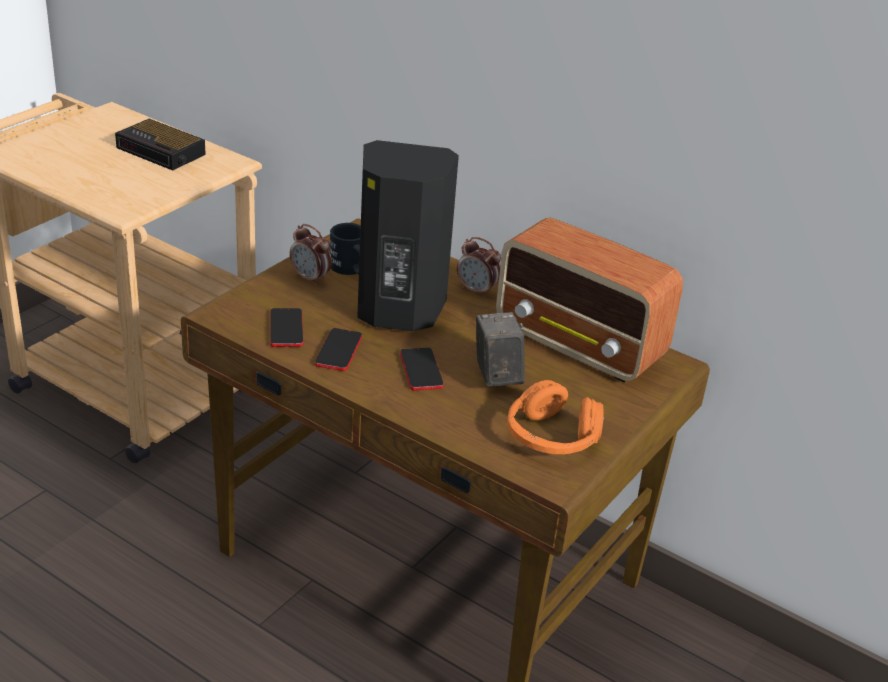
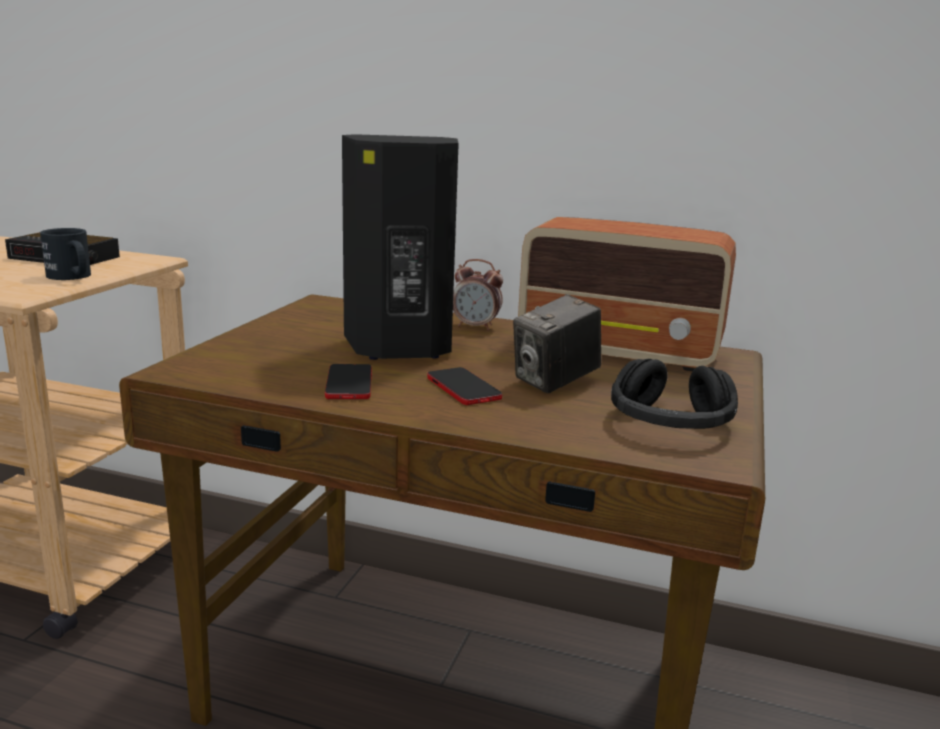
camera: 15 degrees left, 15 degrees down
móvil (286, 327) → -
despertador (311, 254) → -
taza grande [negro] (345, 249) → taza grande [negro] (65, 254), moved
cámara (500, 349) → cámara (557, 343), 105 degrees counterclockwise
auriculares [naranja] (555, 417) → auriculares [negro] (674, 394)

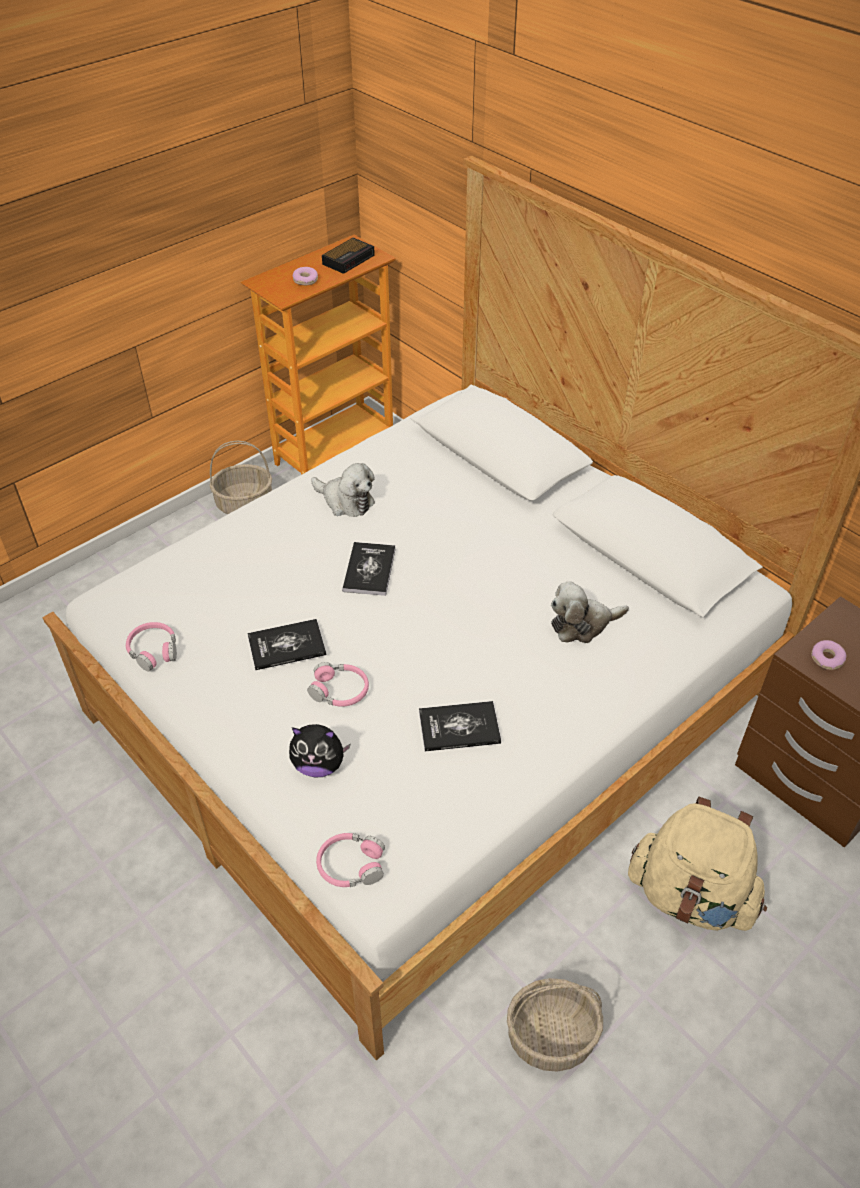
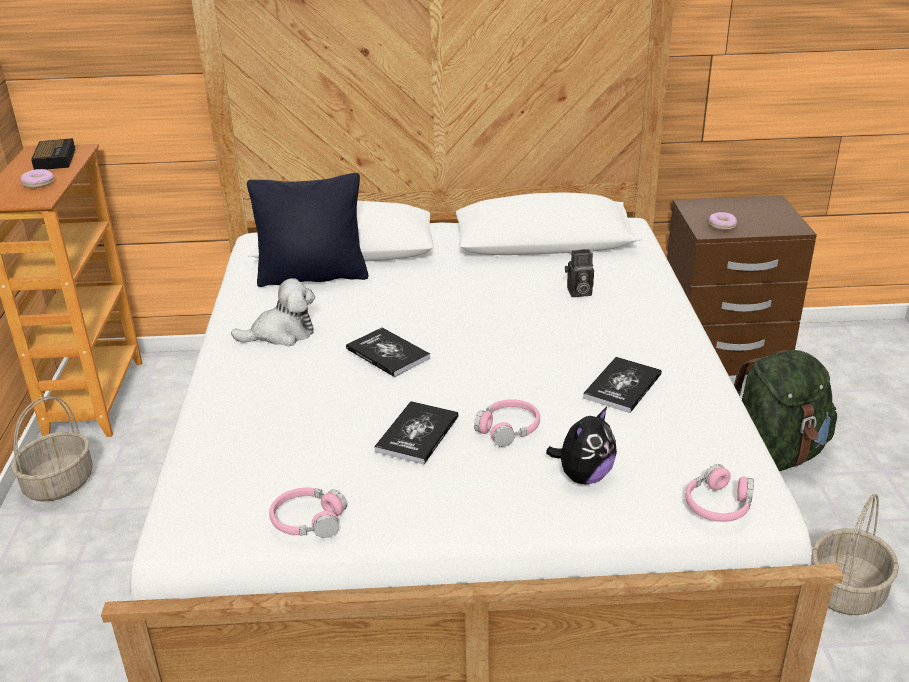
camera: 50 degrees left, 15 degrees down
peluche (590, 612) → cámara (579, 273)
mochila [beis] (697, 864) → mochila [verde] (785, 410)
- → cojín [negro] (307, 230)

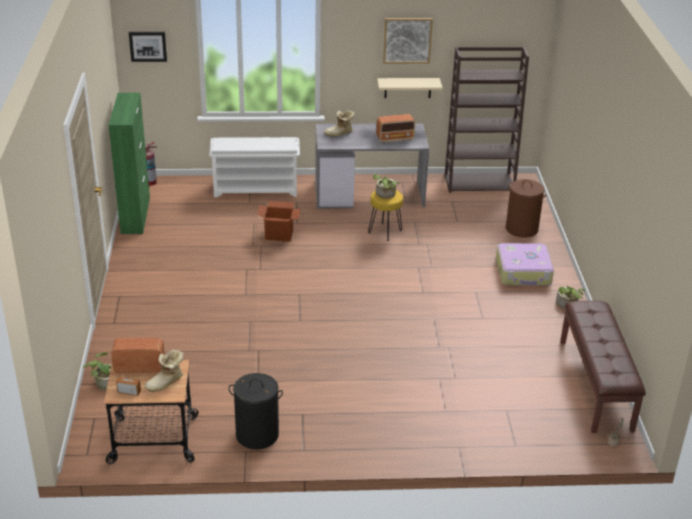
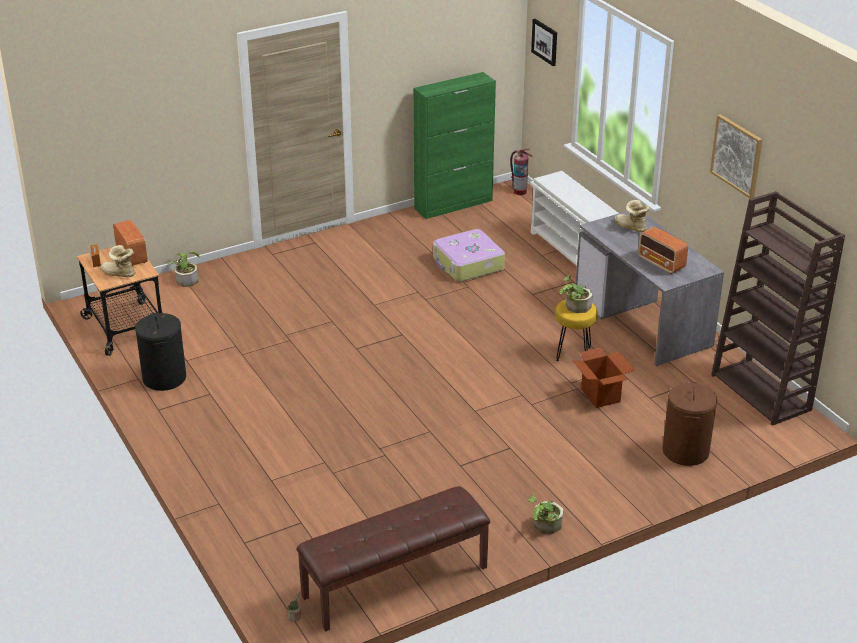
camera: 65 degrees right, 0 degrees up
caja de cartón (279, 221) → caja de cartón (603, 377), moved
estante [beis] (410, 88) → -
maleta (525, 264) → maleta (469, 255), moved

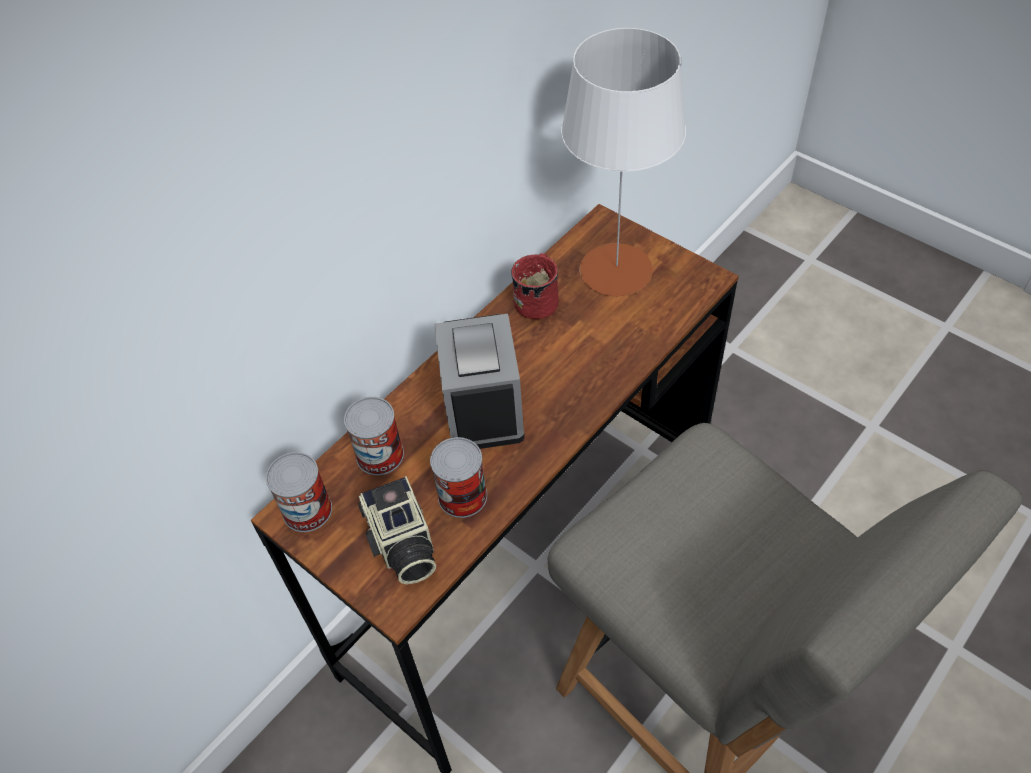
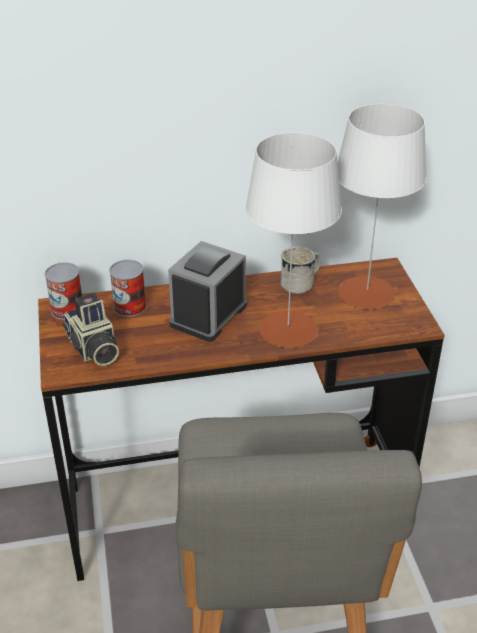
camera: 35 degrees right, 15 degrees down
cámara (397, 530) → cámara (90, 329), 45 degrees counterclockwise
lata (458, 477) → -
taza grande [rojo] (535, 286) → taza grande [blanco] (300, 270)
- → lámpara de mesa [blanco] (293, 240)

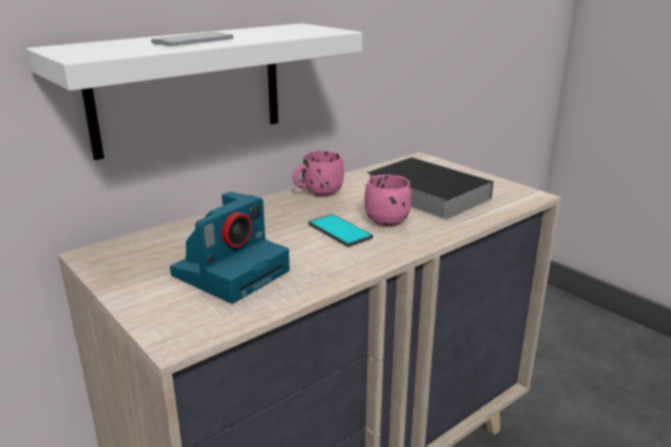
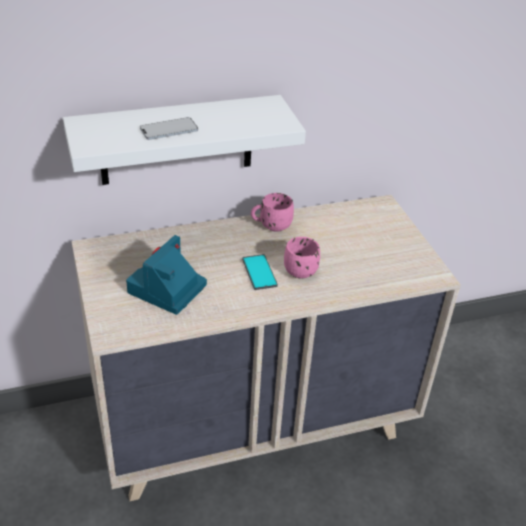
camera: 20 degrees right, 15 degrees up
cámara (230, 247) → cámara (166, 275), 150 degrees clockwise
libro (430, 188) → -

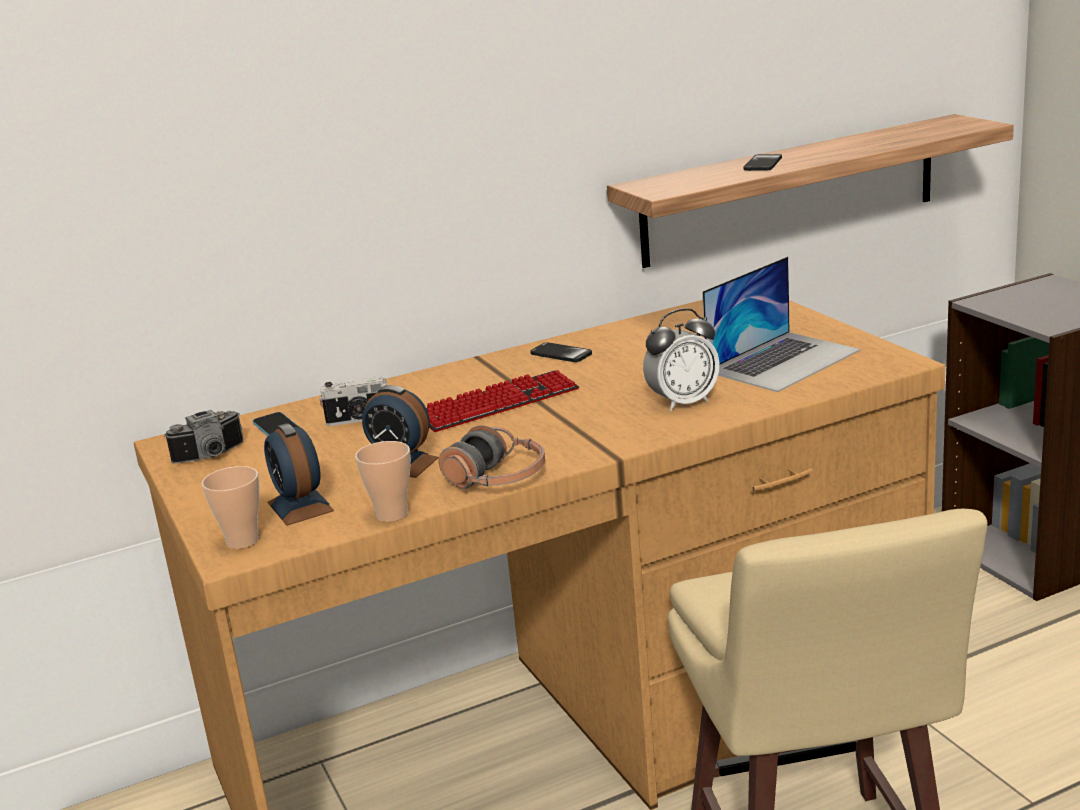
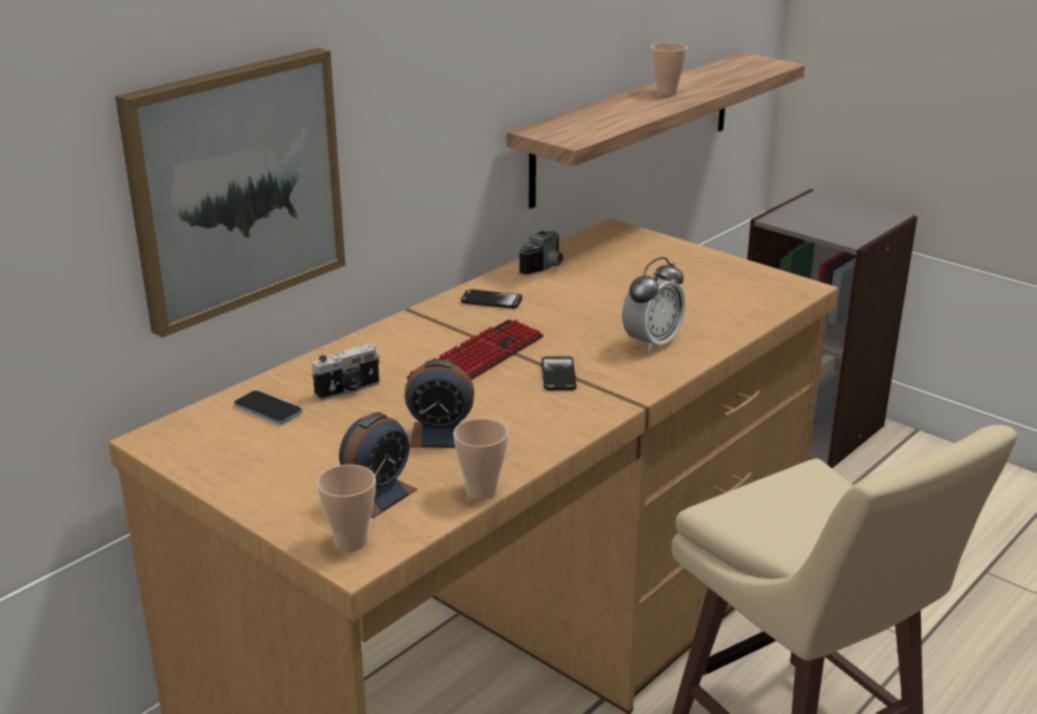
camera: 25 degrees left, 5 degrees up
cámara (204, 436) → cámara (541, 253), moved
despertador (299, 474) → despertador (378, 465), 90 degrees counterclockwise
auriculares (492, 458) → -
portátil (781, 324) → -
móvil (763, 162) → móvil (559, 373), moved
- → cuadro (230, 193)
- → taza (669, 69)

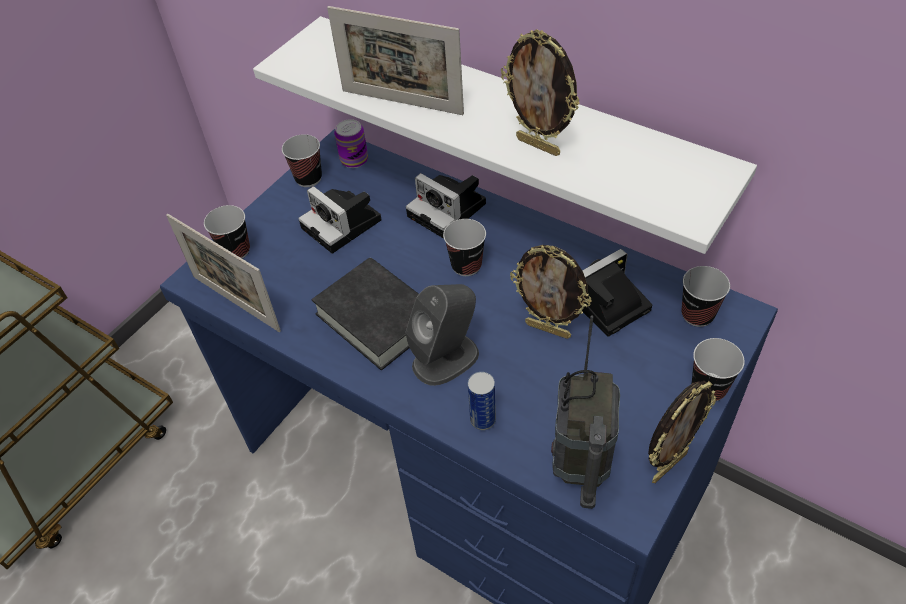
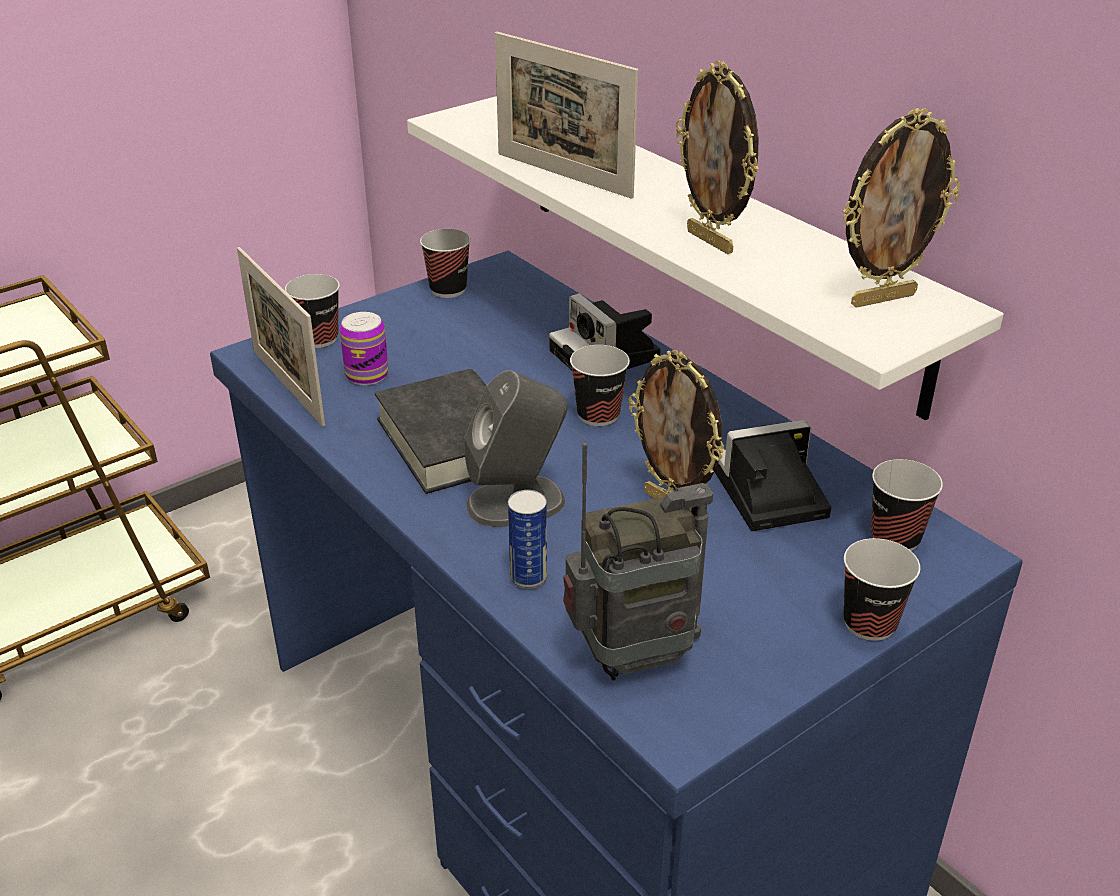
camera: 15 degrees right, 15 degrees down
cámara (339, 220) → -
lata (351, 143) → lata (364, 348), moved
radio (585, 412) → radio (638, 562), 135 degrees counterclockwise
portarretratos (682, 432) → portarretratos (901, 208), moved

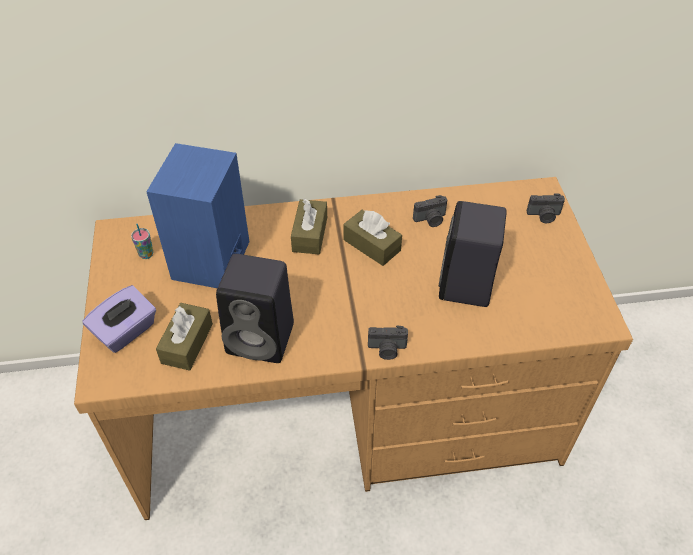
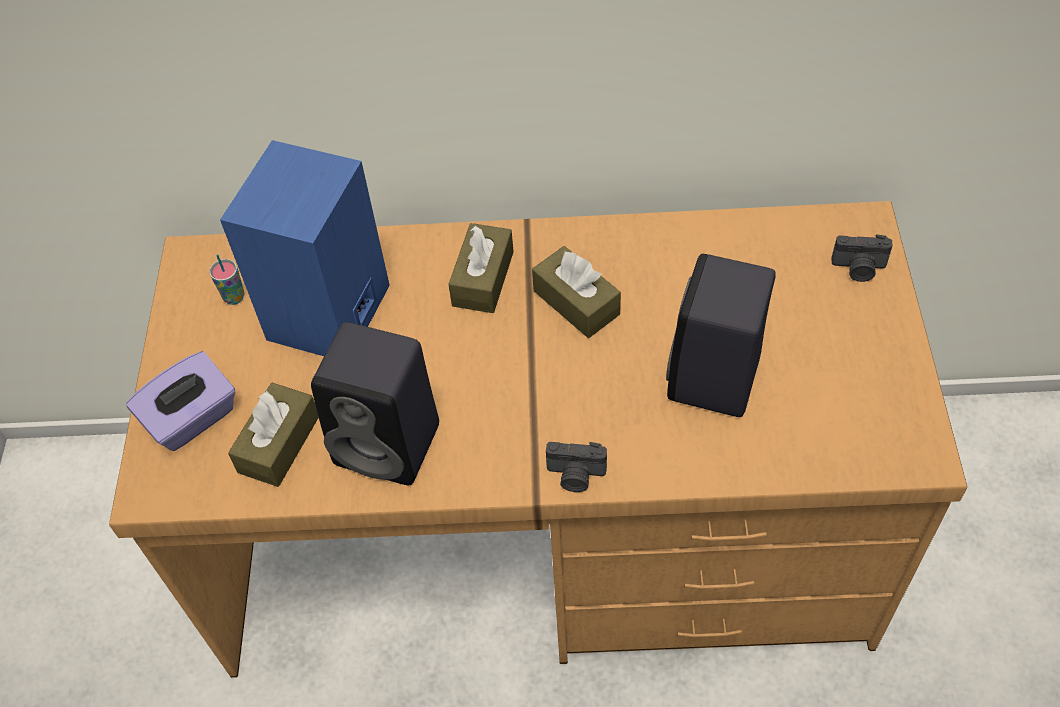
camera: 10 degrees right, 5 degrees up
cámara (430, 211) → -

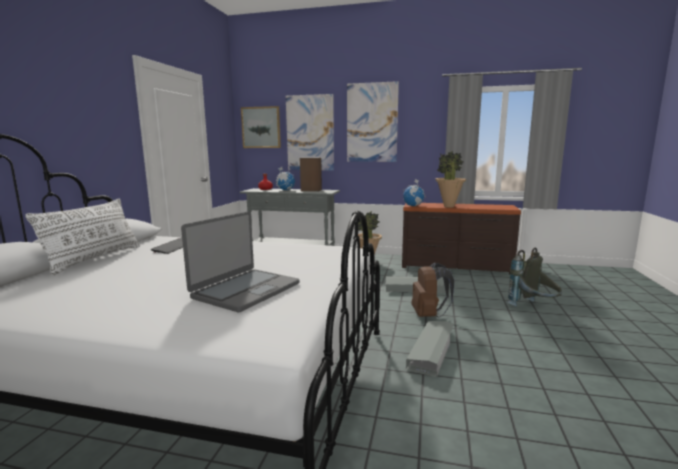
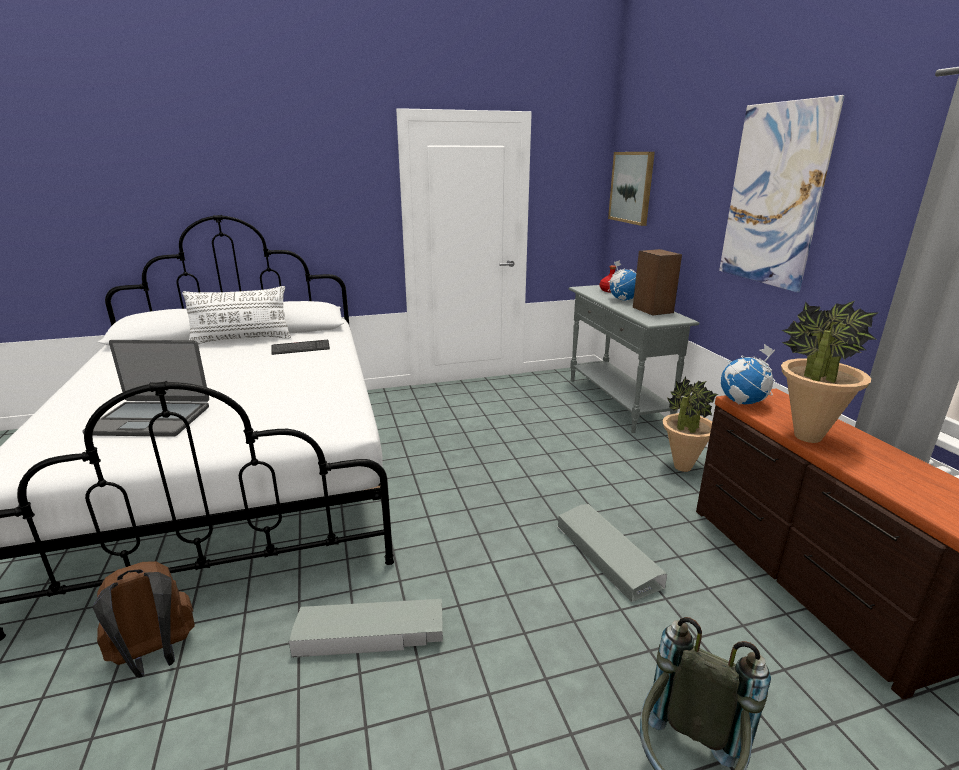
camera: 60 degrees right, 10 degrees up
cuadro (310, 132) → -
mochila [marrón] (432, 290) → mochila [marrón] (144, 619), moved

